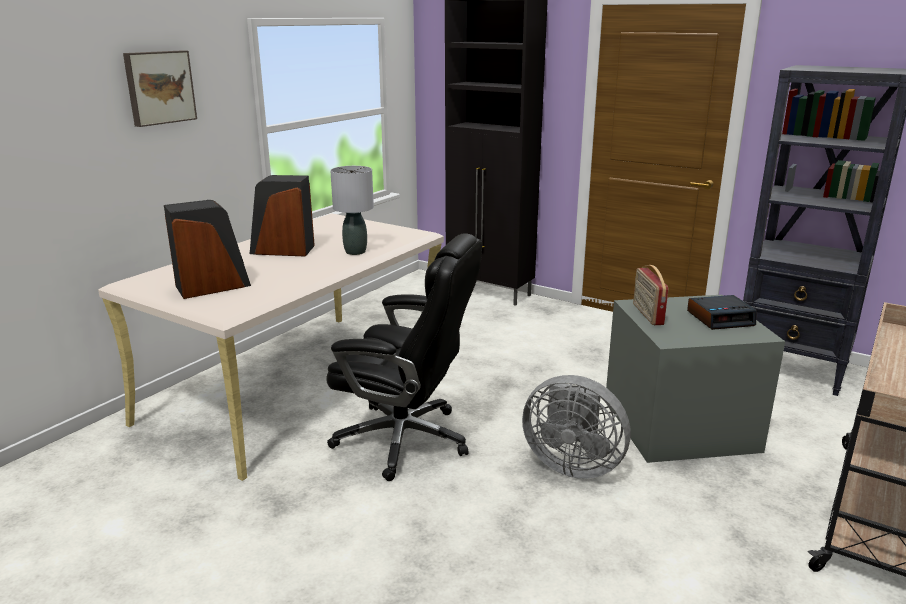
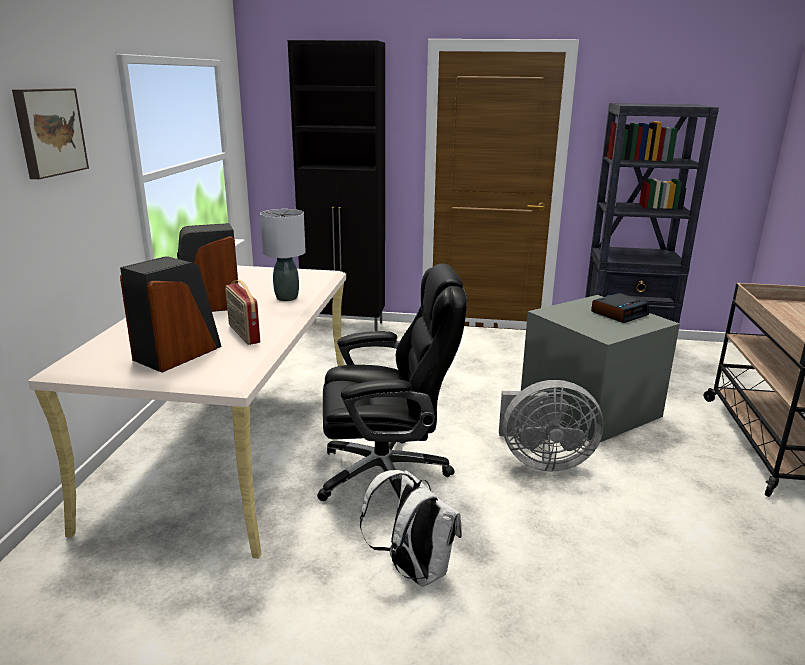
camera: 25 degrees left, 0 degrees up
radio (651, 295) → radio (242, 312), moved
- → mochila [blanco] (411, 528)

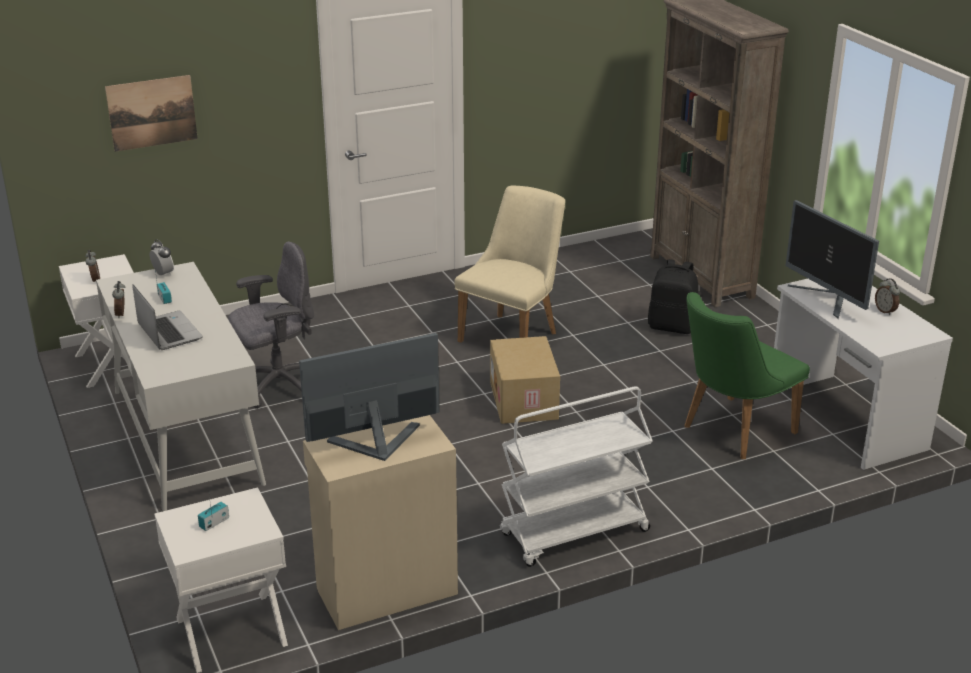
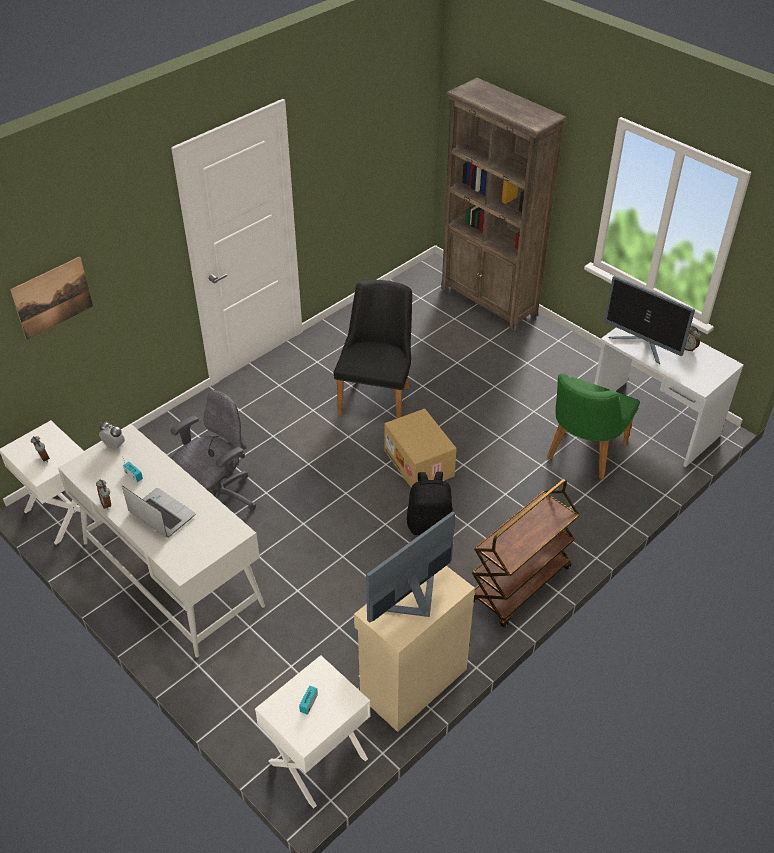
camera: 20 degrees left, 15 degrees up
silla [beis] (509, 264) → silla [negro] (373, 349)
carrito [blanco] (576, 476) → carrito [marrón] (525, 553)
mochila [negro] (673, 296) → mochila [negro] (430, 503), moved

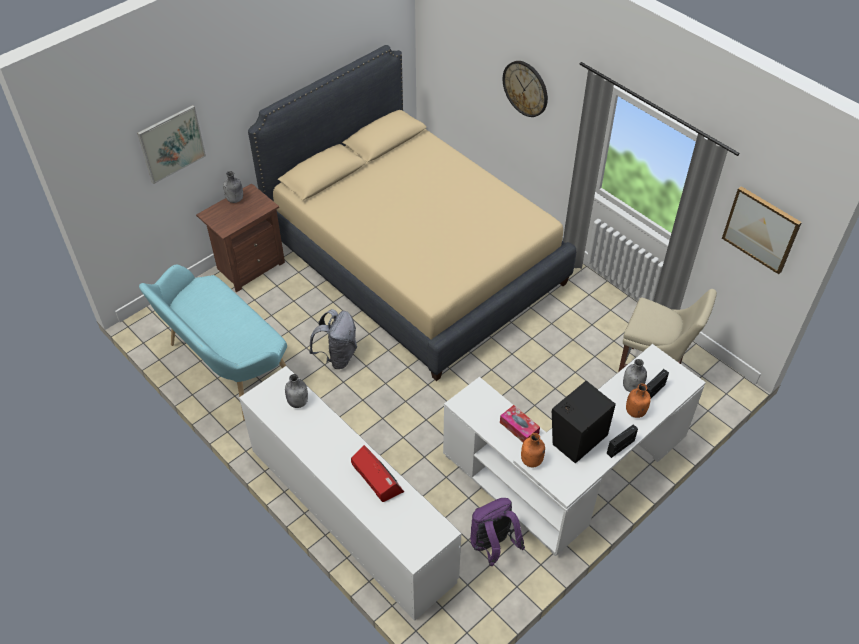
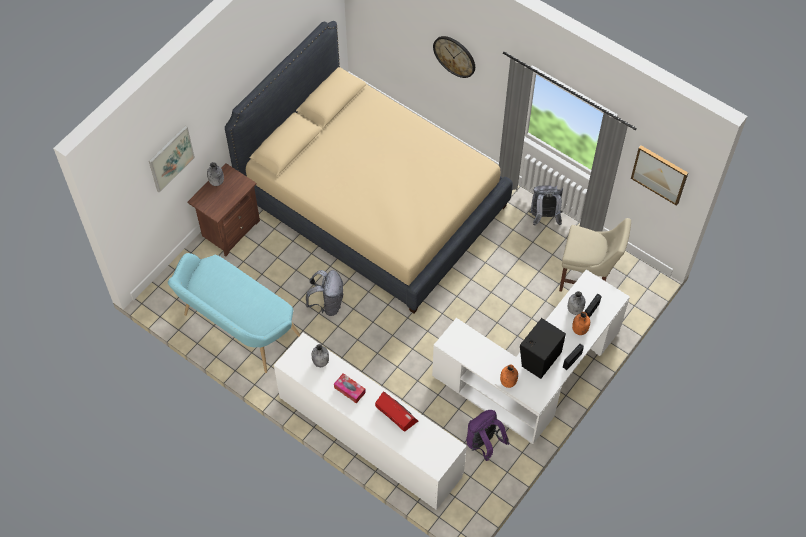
camera: 10 degrees left, 10 degrees up
caja de pañuelos (520, 423) → caja de pañuelos (350, 388), moved
- → mochila [gris] (546, 205)

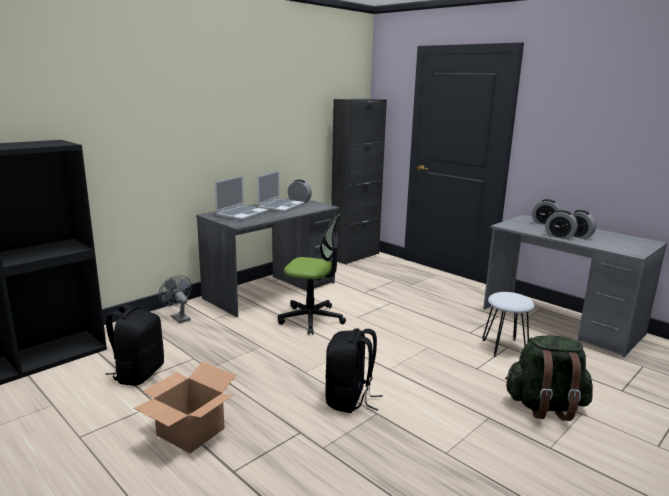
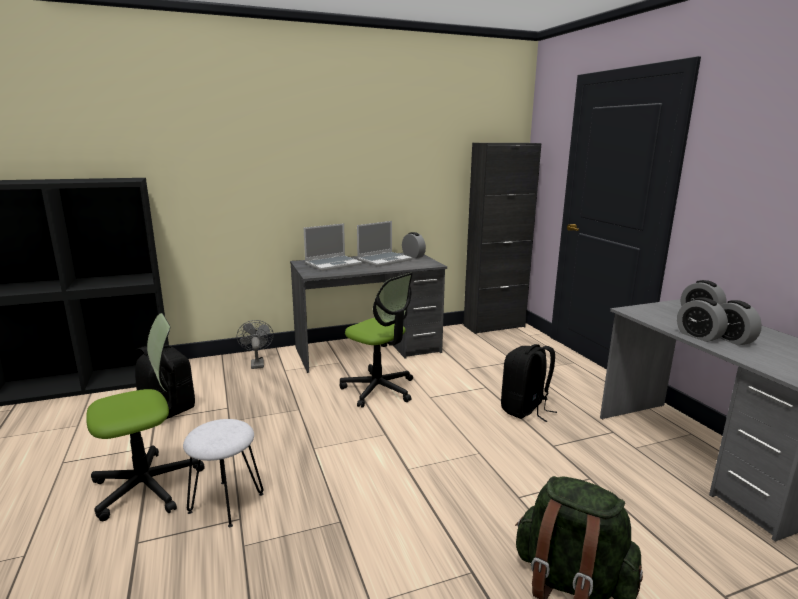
camera: 25 degrees right, 0 degrees up
caja de cartón (185, 408) → silla de oficina (145, 417)
mochila [negro] (354, 370) → mochila [negro] (529, 383), moved
taburete [blanco] (508, 324) → taburete [blanco] (223, 473), moved

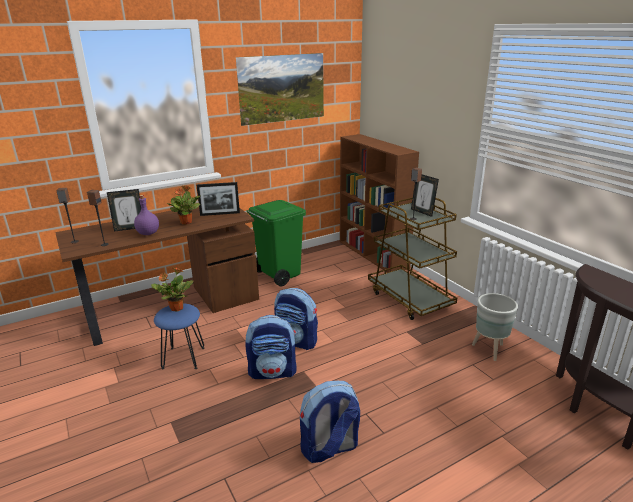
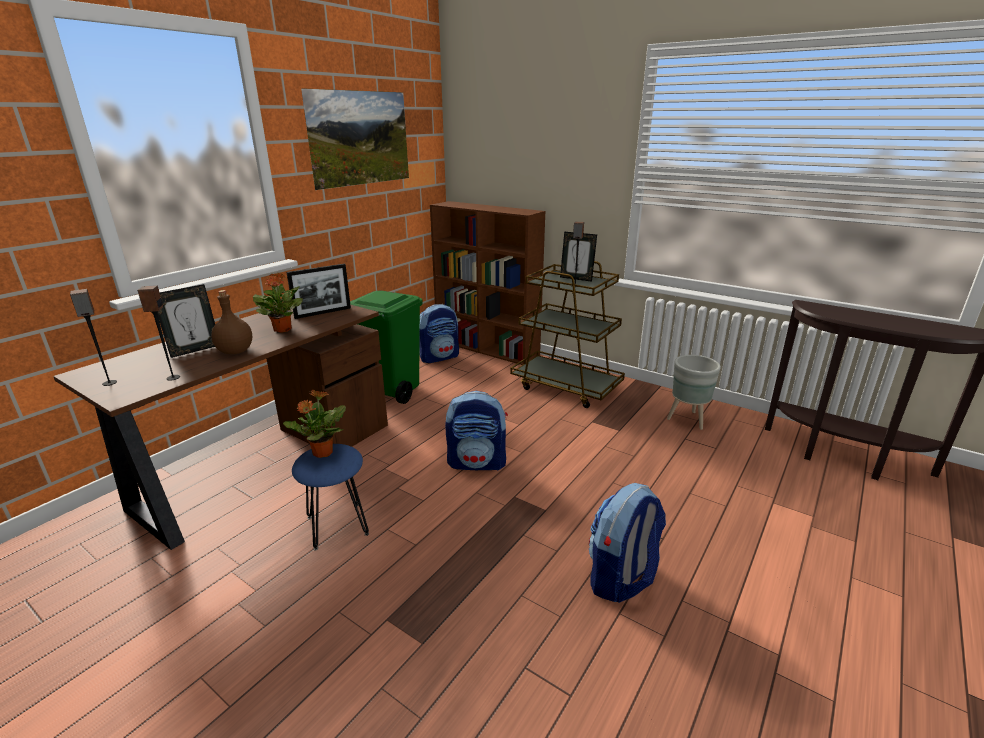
camera: 25 degrees left, 0 degrees up
botella [morado] (146, 215) → botella [marrón] (231, 322)
mochila (271, 347) → mochila (439, 333), moved

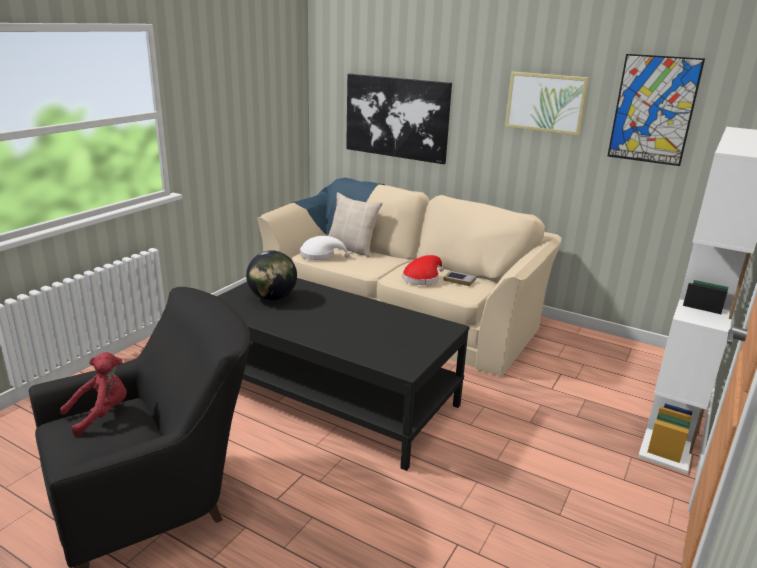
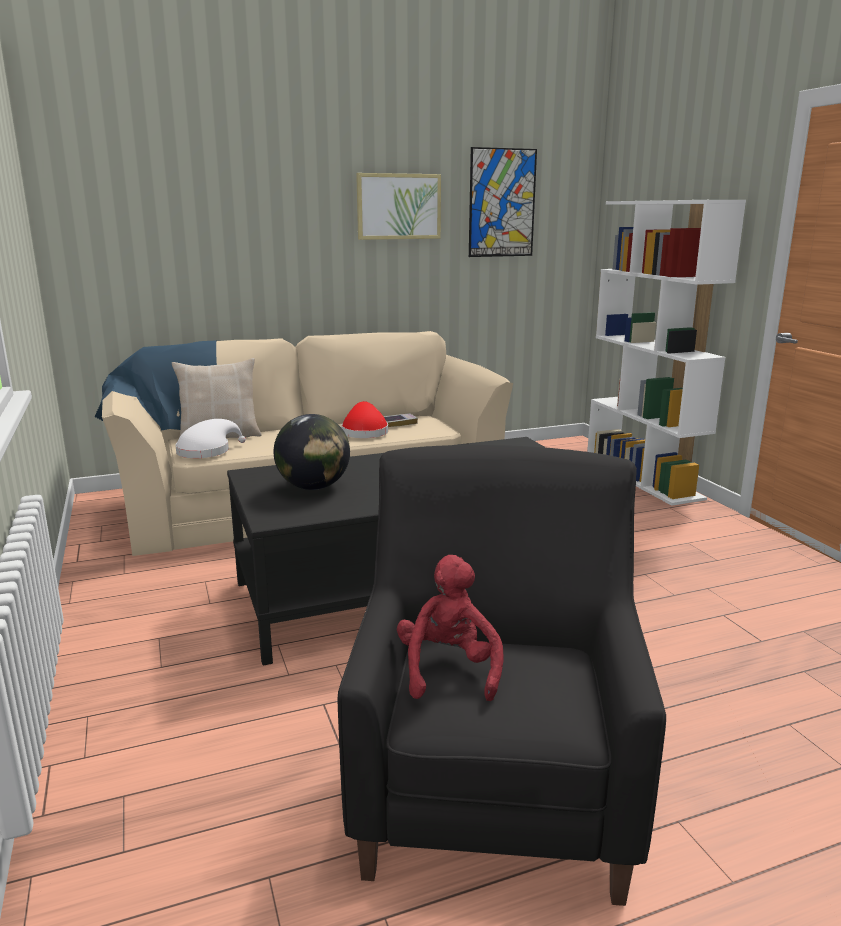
camera: 50 degrees left, 5 degrees down
cuadro (399, 119) → -

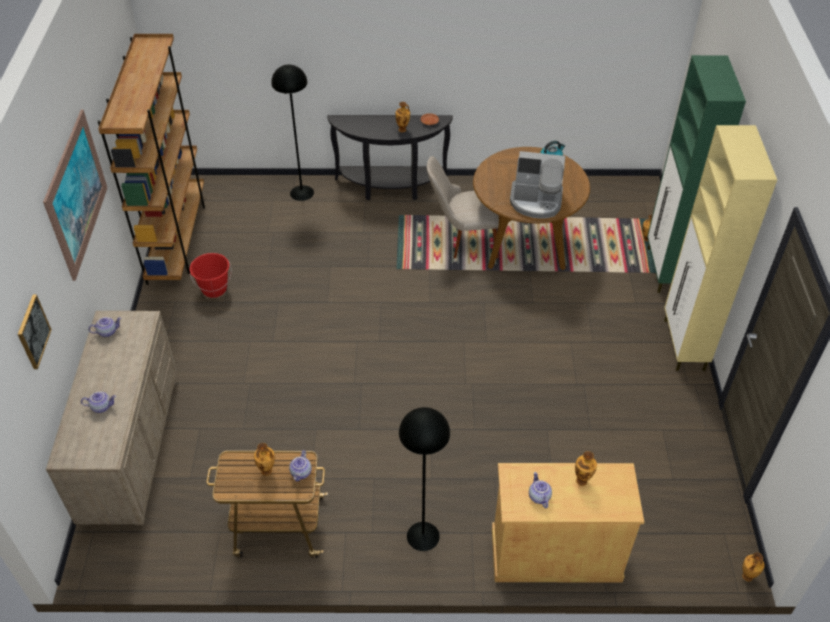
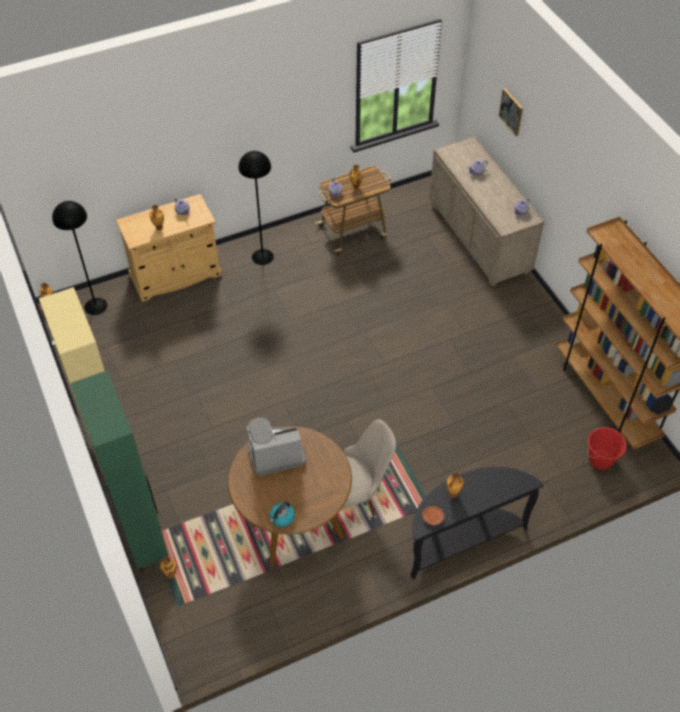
camera: 155 degrees right, 5 degrees up
cuadro (75, 195) → -
cubo [rojo] (210, 275) → cubo [rojo] (607, 448), moved
lámpara de pie [negro] (292, 133) → lámpara de pie [negro] (79, 258), moved

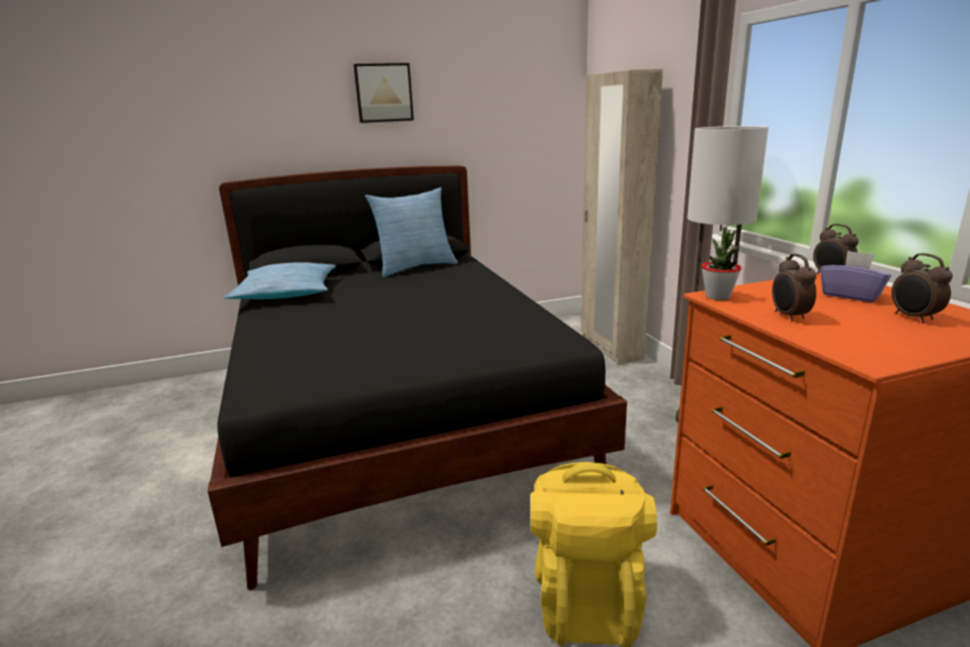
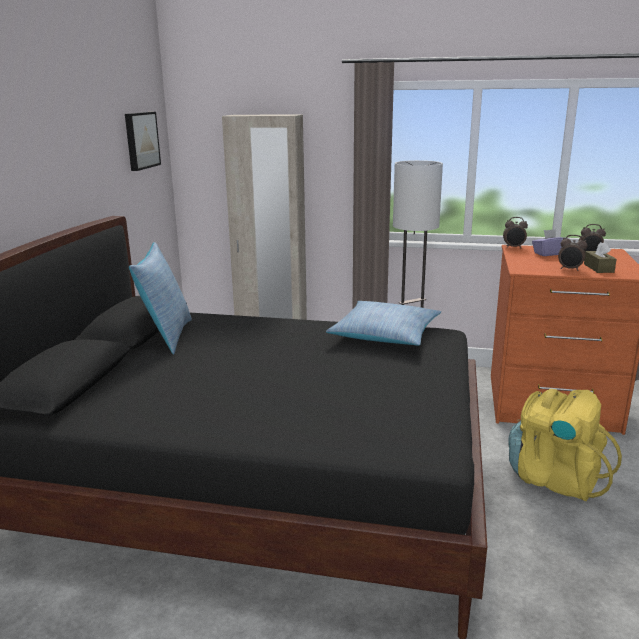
camera: 60 degrees left, 0 degrees up
cojín (280, 280) → cojín (383, 323), moved
cuadro (383, 93) → cuadro (143, 141), moved
planta en maceta (721, 263) → -
- → caja de pañuelos [marrón] (600, 257)

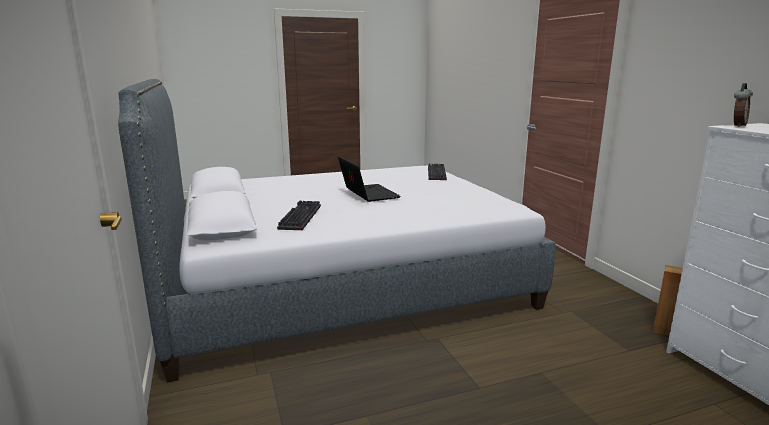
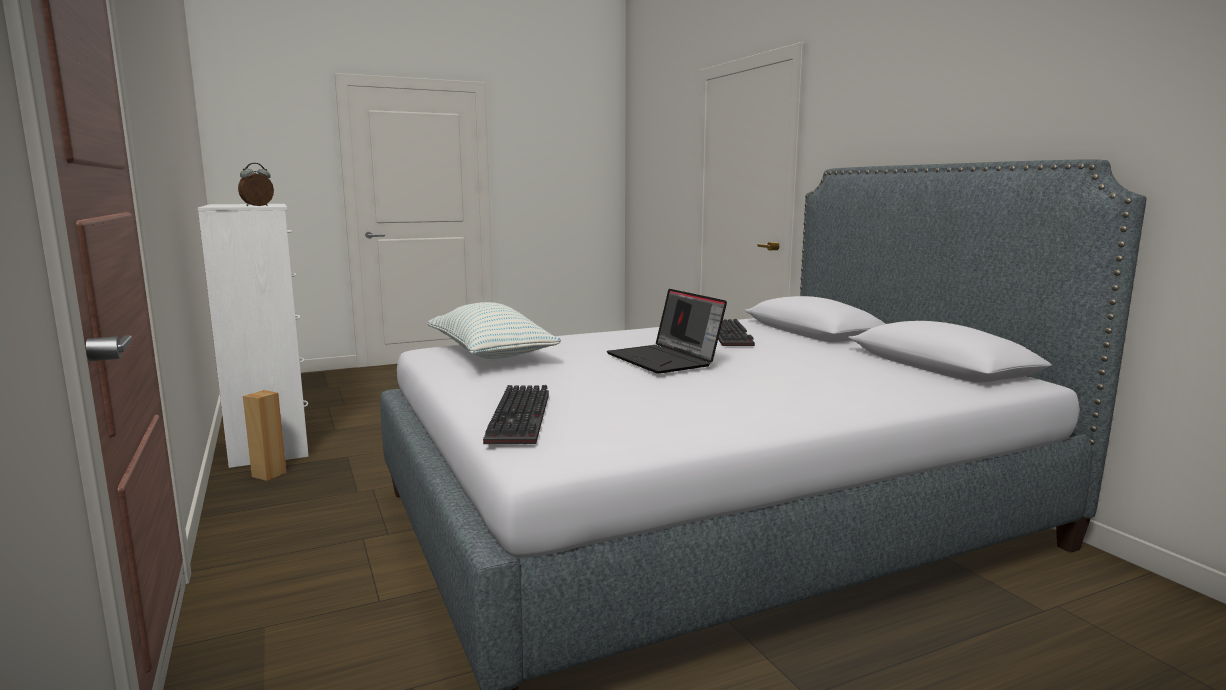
camera: 175 degrees right, 5 degrees down
- → cojín (494, 330)

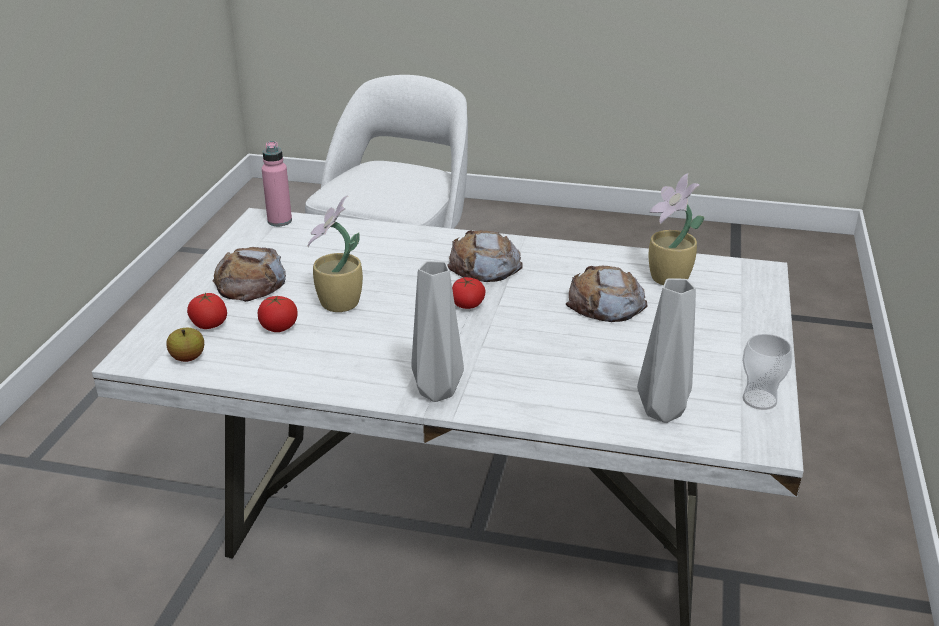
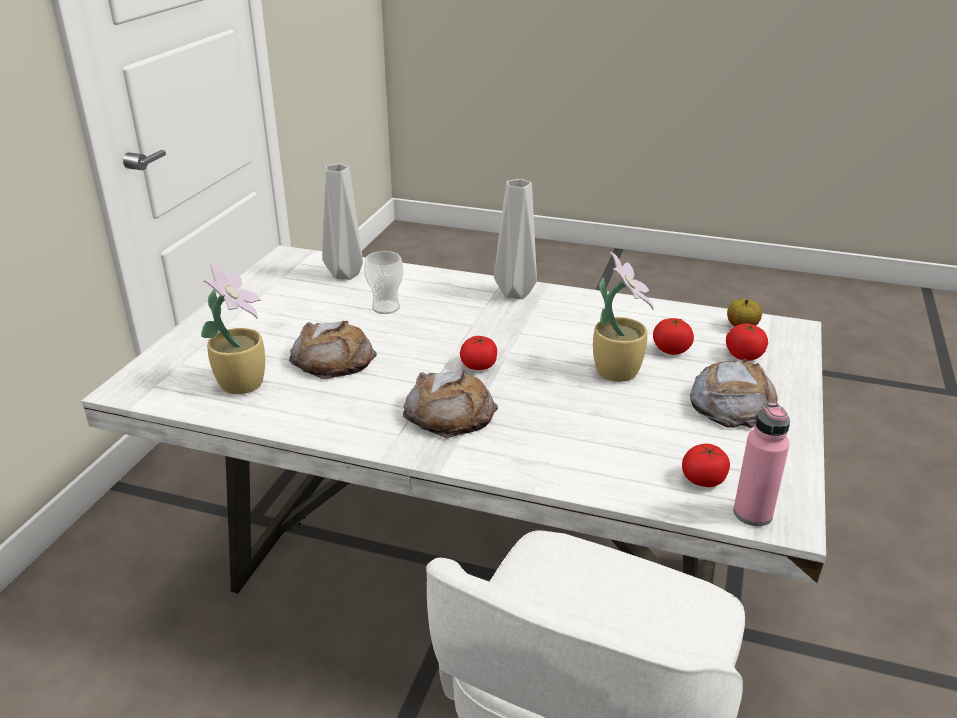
camera: 175 degrees left, 0 degrees up
taza (767, 372) → taza (384, 282), moved
- → tomate (706, 465)

